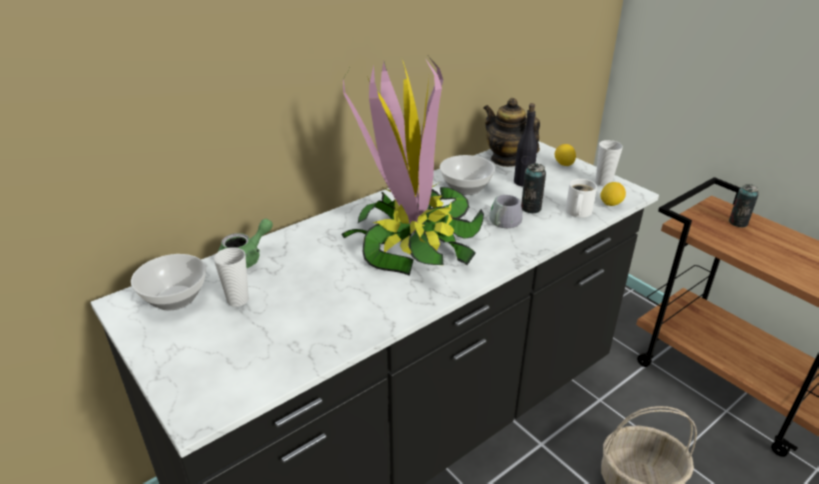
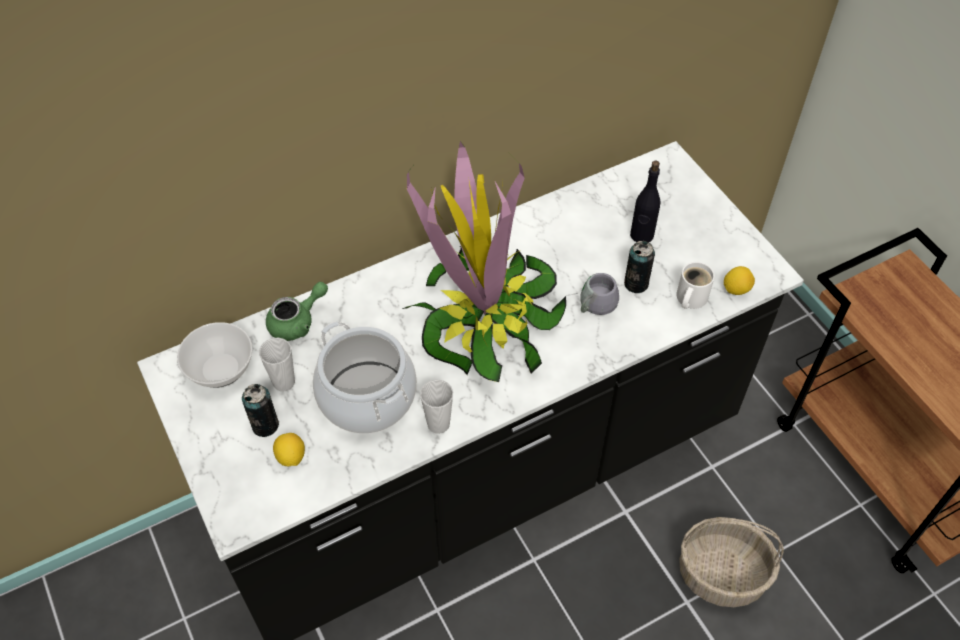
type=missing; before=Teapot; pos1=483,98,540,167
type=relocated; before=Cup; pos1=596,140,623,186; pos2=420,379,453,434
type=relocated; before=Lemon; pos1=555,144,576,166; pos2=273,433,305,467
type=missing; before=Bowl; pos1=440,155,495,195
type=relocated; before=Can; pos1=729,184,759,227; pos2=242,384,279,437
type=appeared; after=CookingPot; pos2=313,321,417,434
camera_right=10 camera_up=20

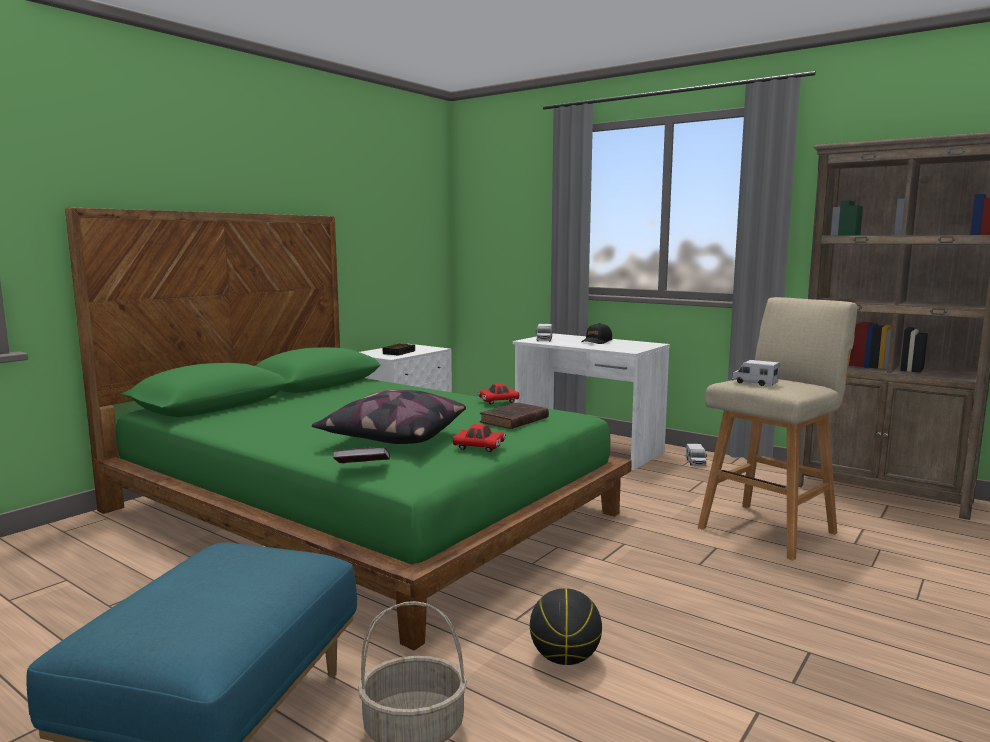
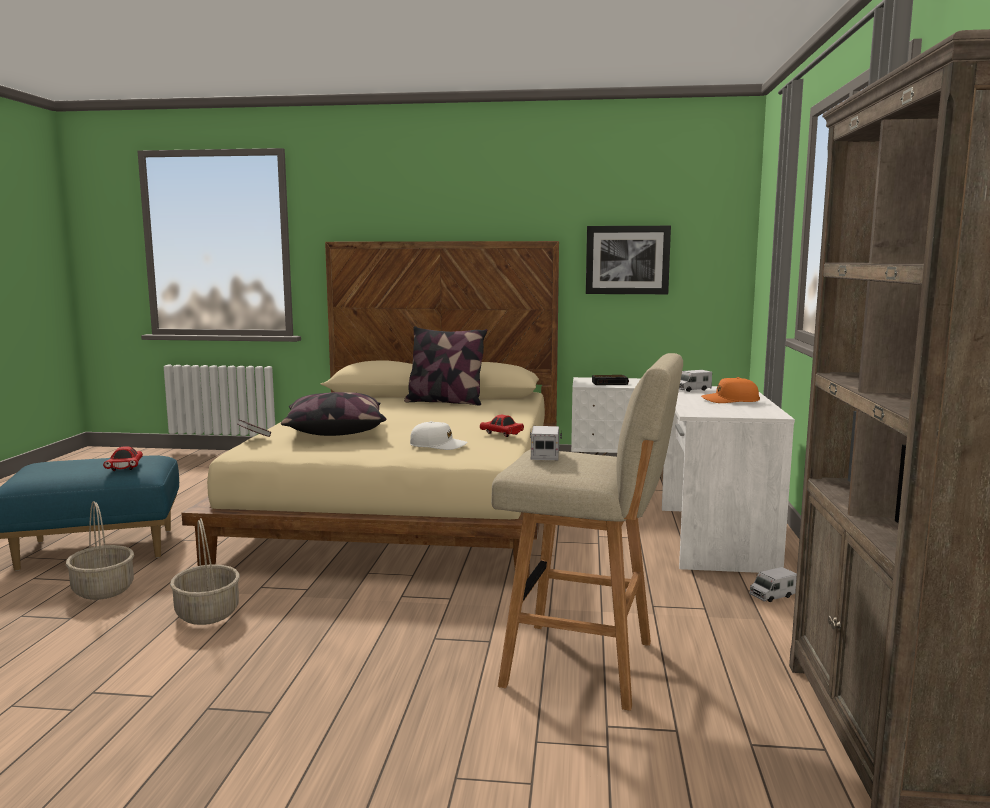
type=colour; before=GreenBed; after=BeigeBed; pos1=65,207,632,650; pos2=182,241,559,579
type=colour; before=BlackCap; after=OrangeCap; pos1=581,323,612,344; pos2=701,377,760,403
type=exchanged; before=BrownBook; after=WhiteCap; pos1=480,403,549,429; pos2=410,421,467,450
type=relocated; before=RedToyCar; pos1=453,424,506,452; pos2=103,446,143,471
type=exchanged; before=Basketball; after=Basket; pos1=530,588,602,665; pos2=170,518,240,625
type=appeared; after=Picture; pos2=586,226,671,294
type=appeared; after=Pillow; pos2=404,326,487,406
camera_right=60 camera_up=0

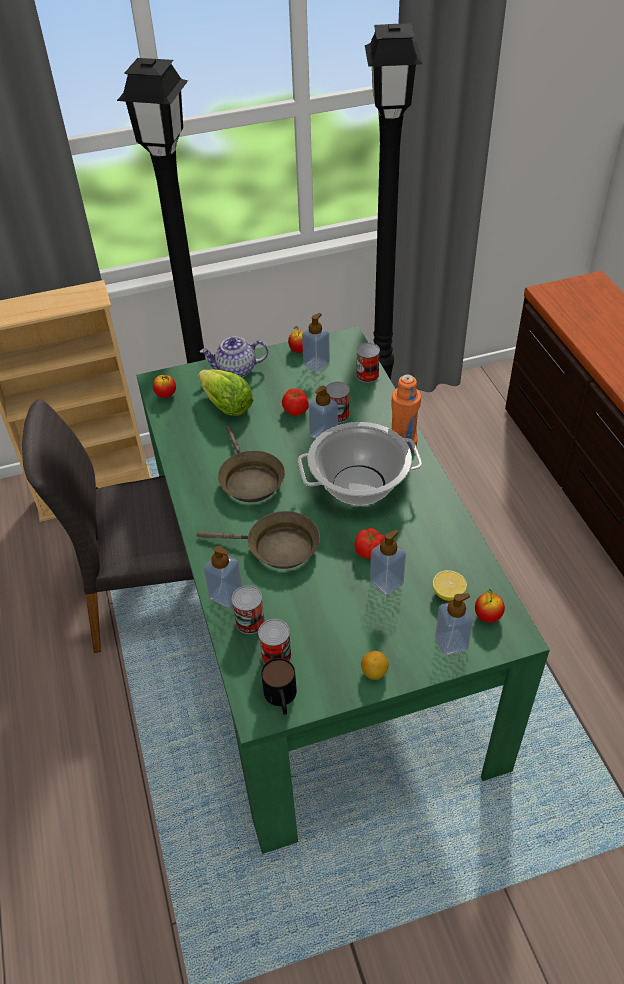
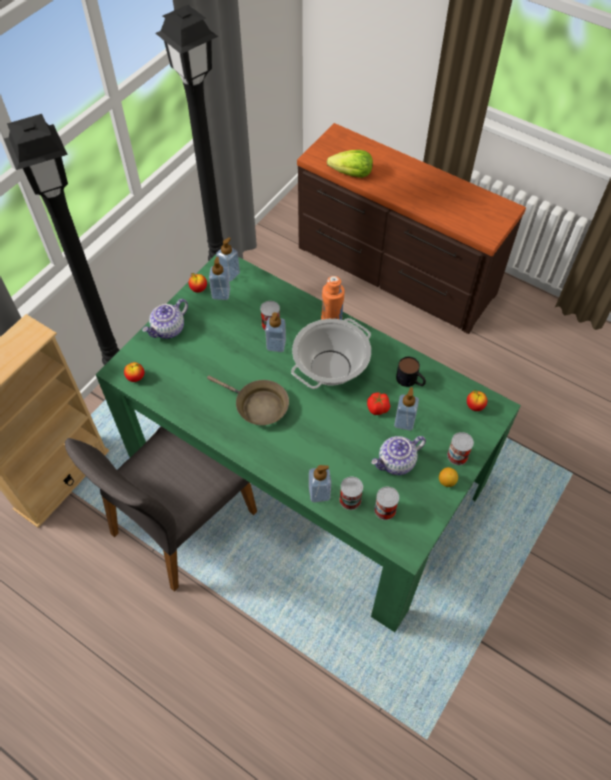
type=relocated; before=Can; pos1=356,343,380,383; pos2=447,432,474,465
type=relocated; before=Lettuce; pos1=198,369,253,416; pos2=327,150,373,178
type=missing; before=Tomato; pos1=282,388,309,416
type=missing; before=BrownFryingPan; pos1=196,511,320,569
type=missing; before=Lemon; pos1=433,570,467,601
type=relocated; before=SoapDispenser; pos1=435,593,473,656; pos2=216,237,240,282
type=relocated; before=Mug; pos1=261,658,297,715; pos2=396,357,426,387
type=appeared; after=Teapot; pos2=371,436,426,475
camera_right=-40 camera_up=10

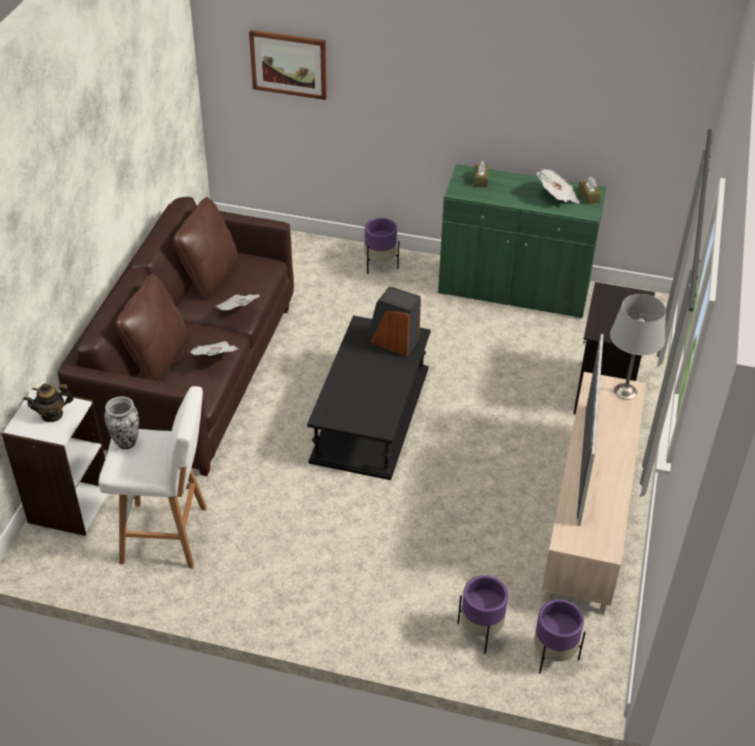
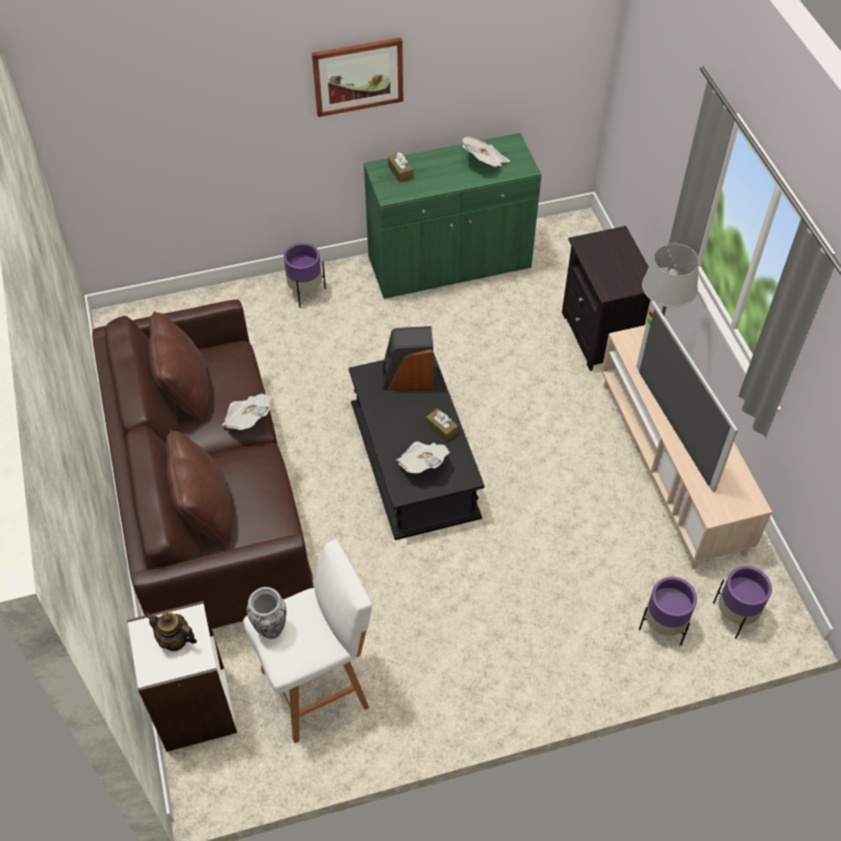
type=relocated; before=Picture; pos1=249,30,327,100; pos2=312,37,403,117
type=relocated; before=BrownTissueBox; pos1=578,177,601,204; pos2=426,408,458,442
type=relocated; before=Newspaper; pos1=190,341,239,356; pos2=396,441,450,473
type=spun; before=Teapot; pos1=23,383,74,422; pos2=145,612,197,651; turn=75
camera_right=-30 camera_up=10

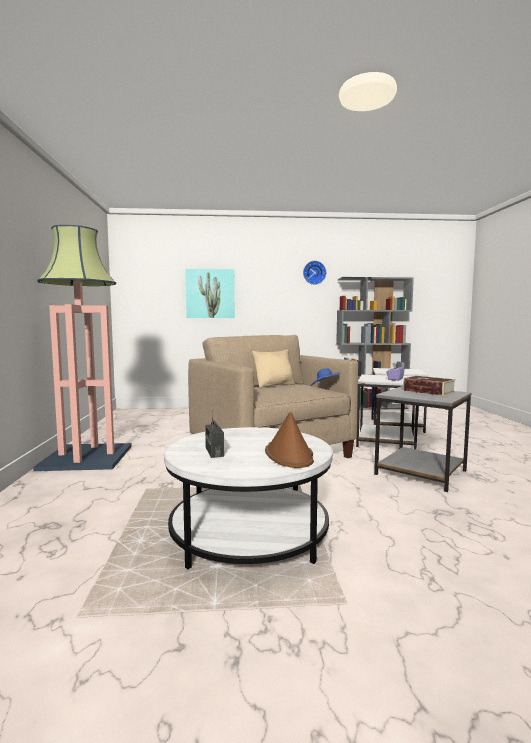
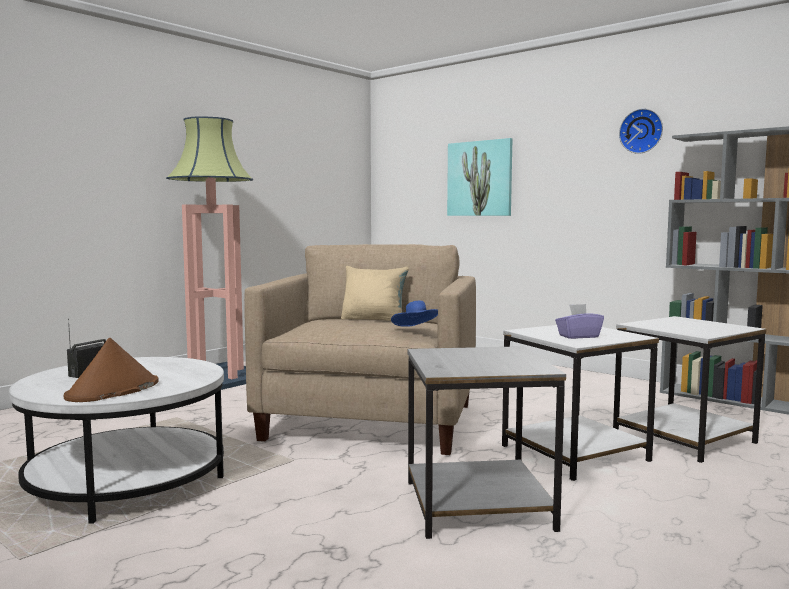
type=missing; before=Book; pos1=403,376,456,396
camera_right=45 camera_up=0

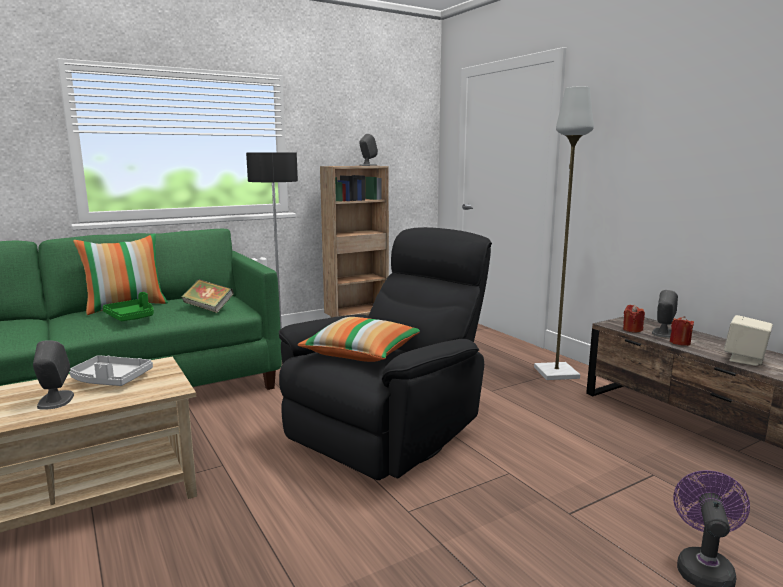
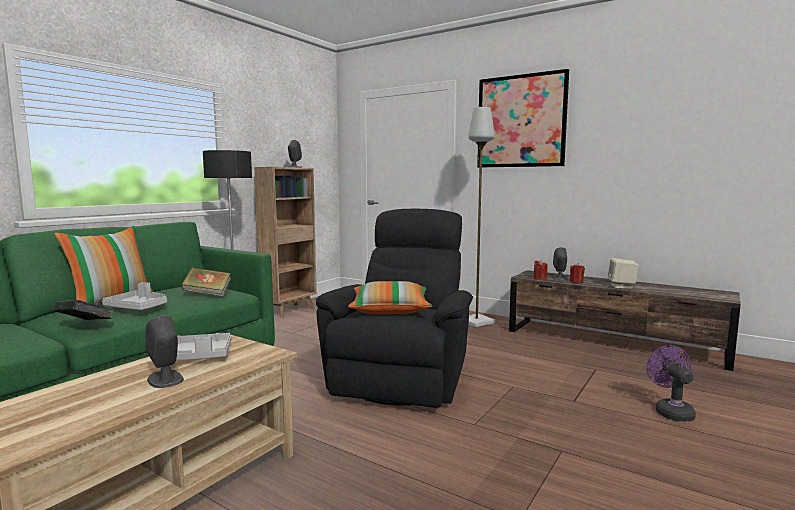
type=colour; before=GreenTray; after=GreyTray; pos1=102,292,154,321; pos2=102,282,167,310
type=appeared; after=Picture; pos2=477,69,569,167
type=appeared; after=Book; pos2=52,300,114,320
camera_right=-25 camera_up=-5

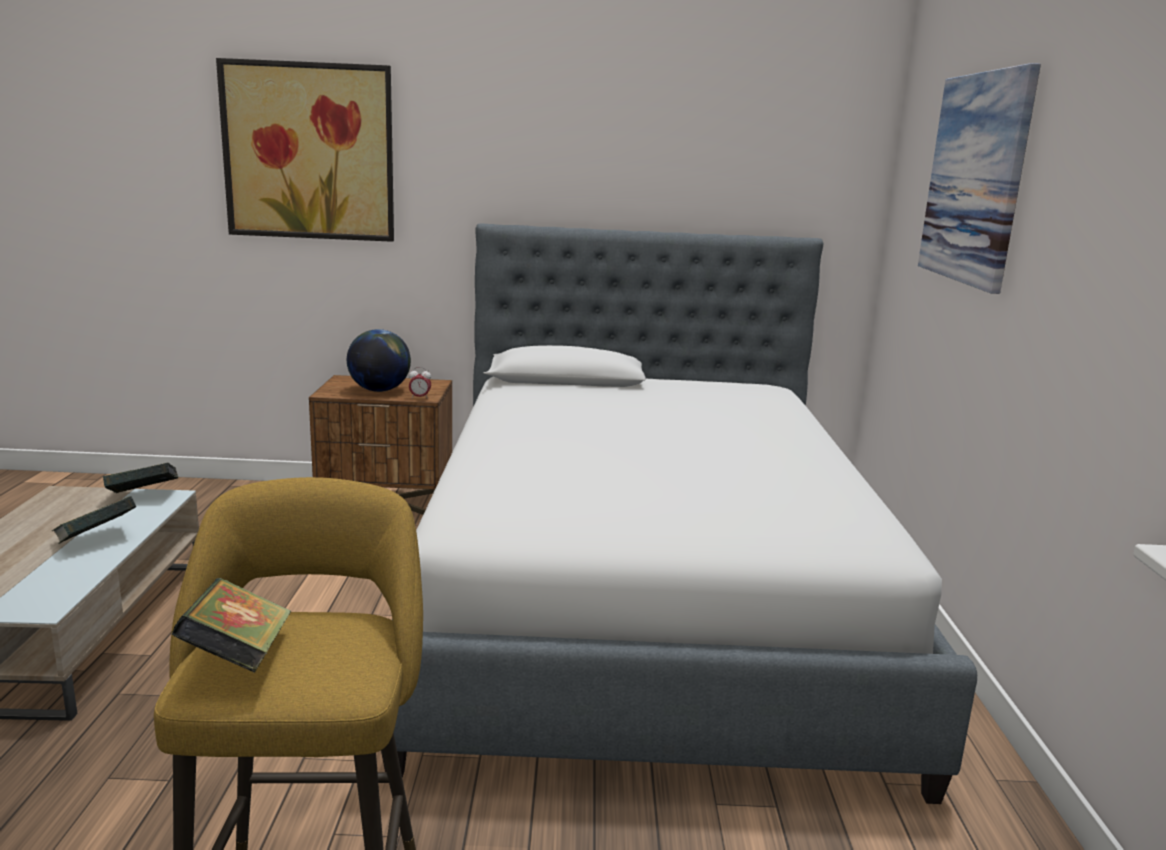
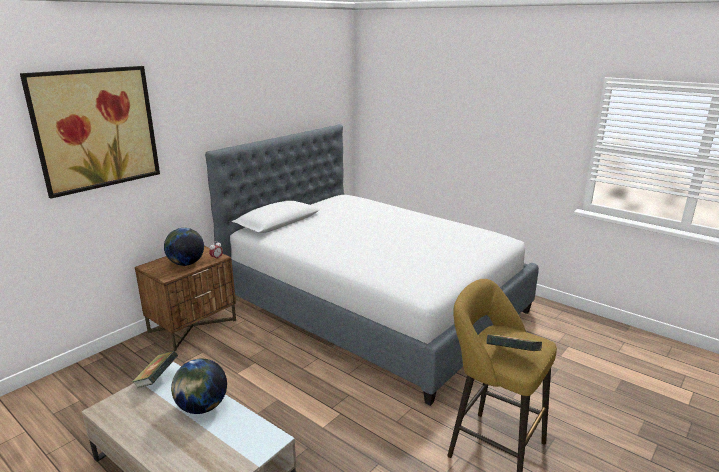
type=missing; before=Picture; pos1=918,63,1041,294
type=exchanged; before=Book; after=Globe; pos1=52,496,136,544; pos2=171,358,227,414
camera_right=-50 camera_up=5

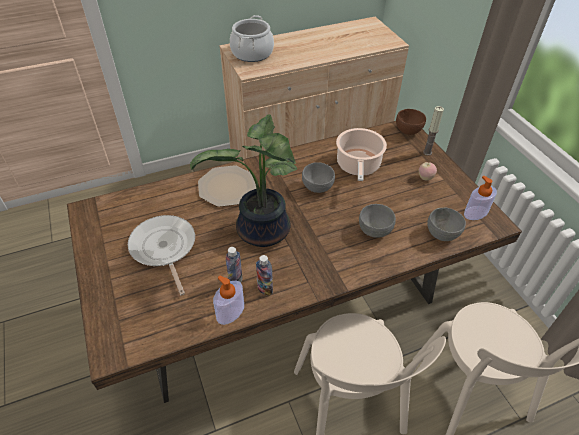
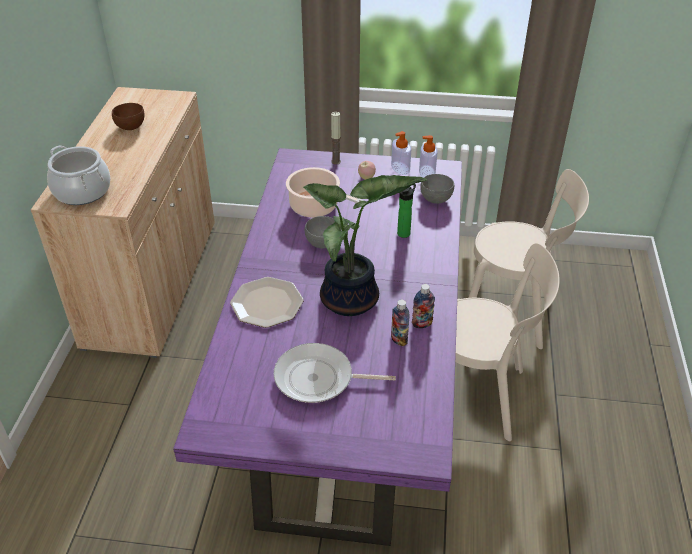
type=relocated; before=BrownBowl; pos1=396,109,426,135; pos2=112,103,144,130
type=colour; before=BrownDiningTable; after=PurpleDiningTable; pos1=67,121,522,403; pos2=173,148,462,546
type=exchanged; before=GreyBowl; after=Bottle; pos1=359,204,396,238; pos2=397,184,416,238
type=relocated; before=SoapDispenser; pos1=213,276,244,325; pos2=391,131,411,175
camera_right=-60 camera_up=-5

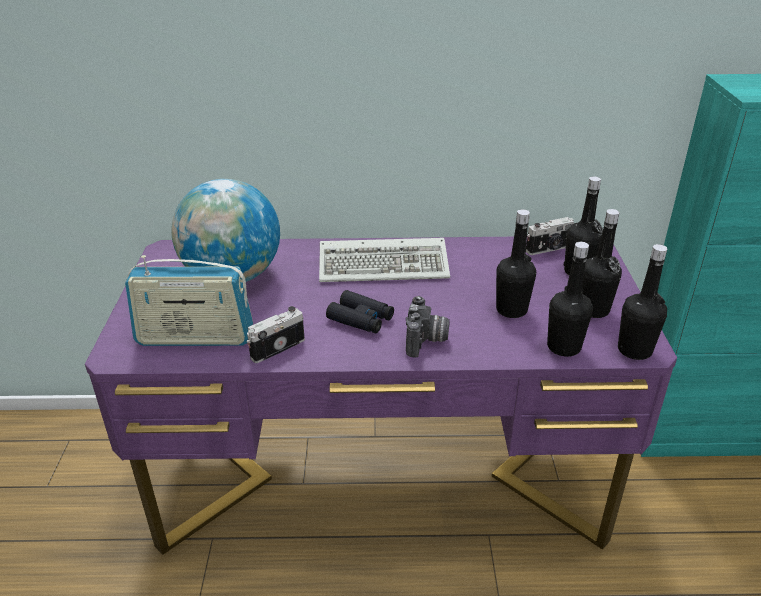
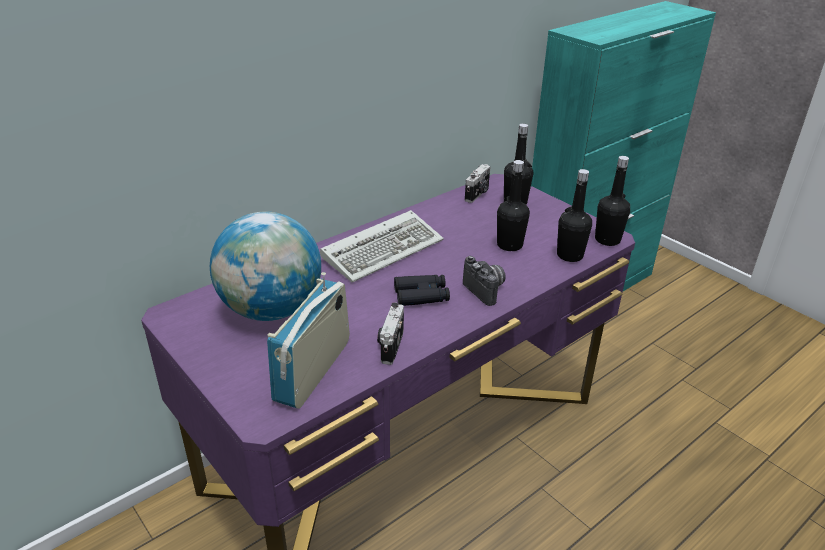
type=missing; before=BlackBottle; pos1=582,209,622,318
type=spun; before=Radio; pos1=125,255,253,346; pos2=267,272,350,409; turn=150
camera_right=-40 camera_up=0

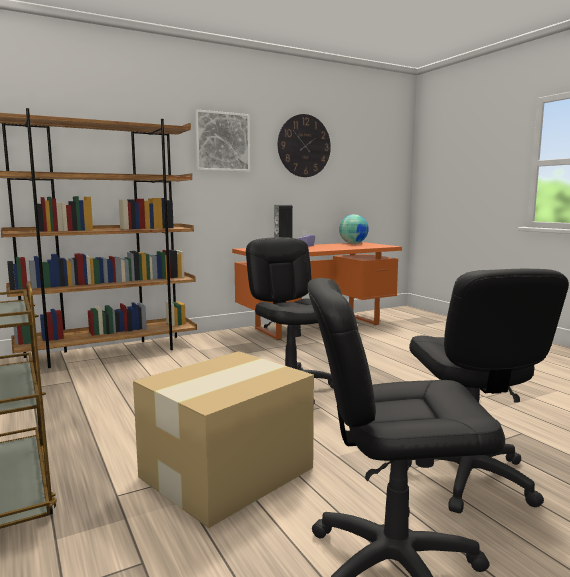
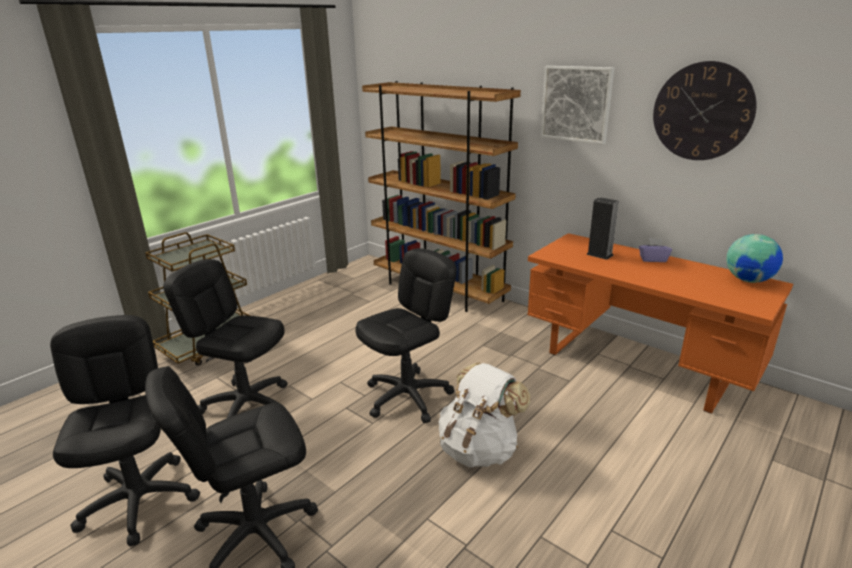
type=exchanged; before=CardboardBox; after=BlackOfficeChair; pos1=133,351,314,528; pos2=163,259,288,418
type=appeared; after=WhiteBackpack; pos2=439,362,530,467
camera_right=70 camera_up=15

